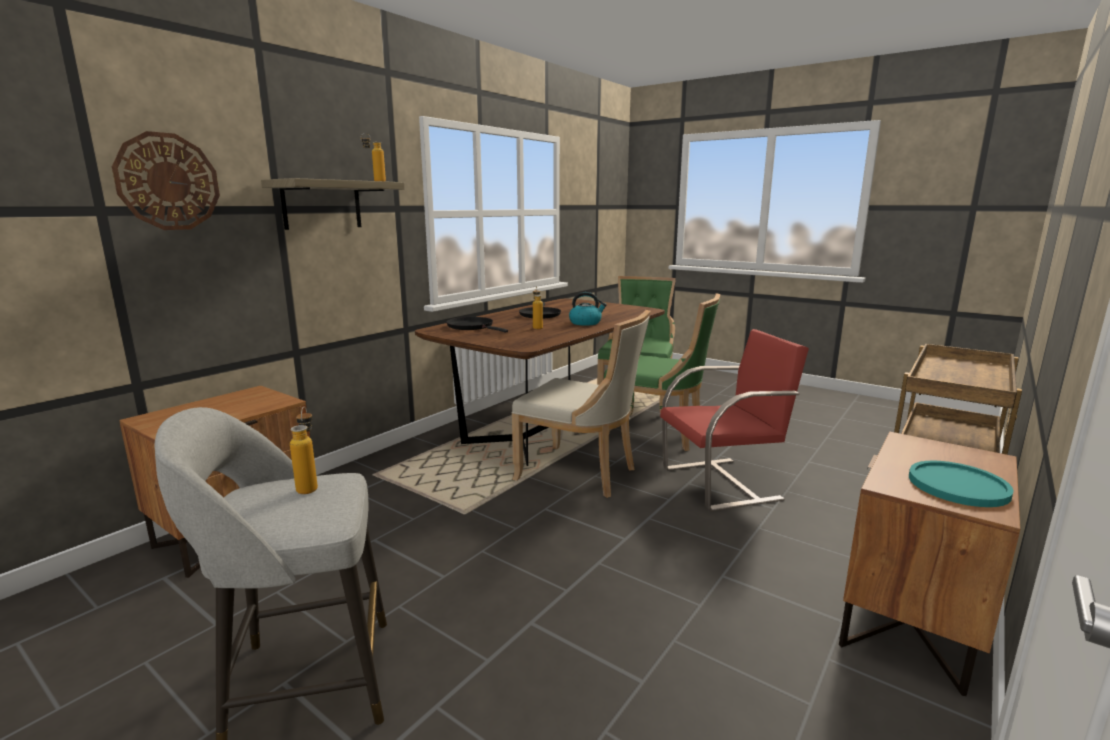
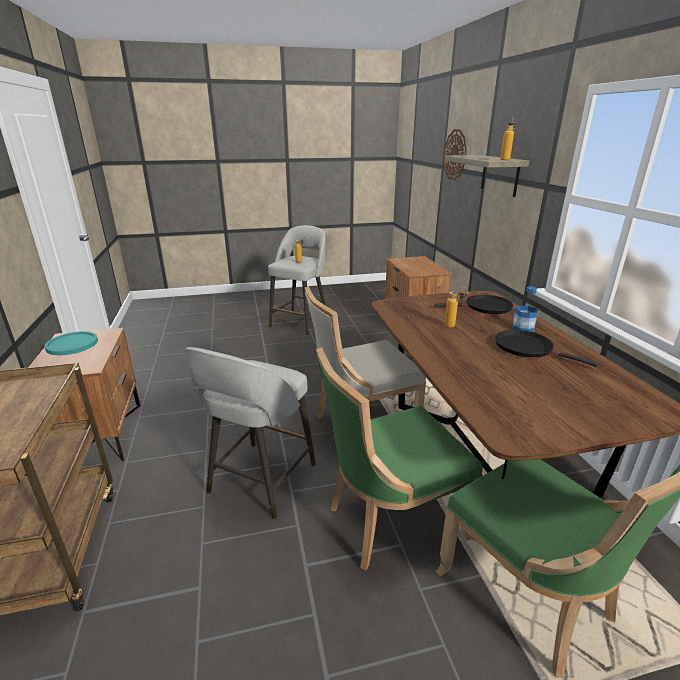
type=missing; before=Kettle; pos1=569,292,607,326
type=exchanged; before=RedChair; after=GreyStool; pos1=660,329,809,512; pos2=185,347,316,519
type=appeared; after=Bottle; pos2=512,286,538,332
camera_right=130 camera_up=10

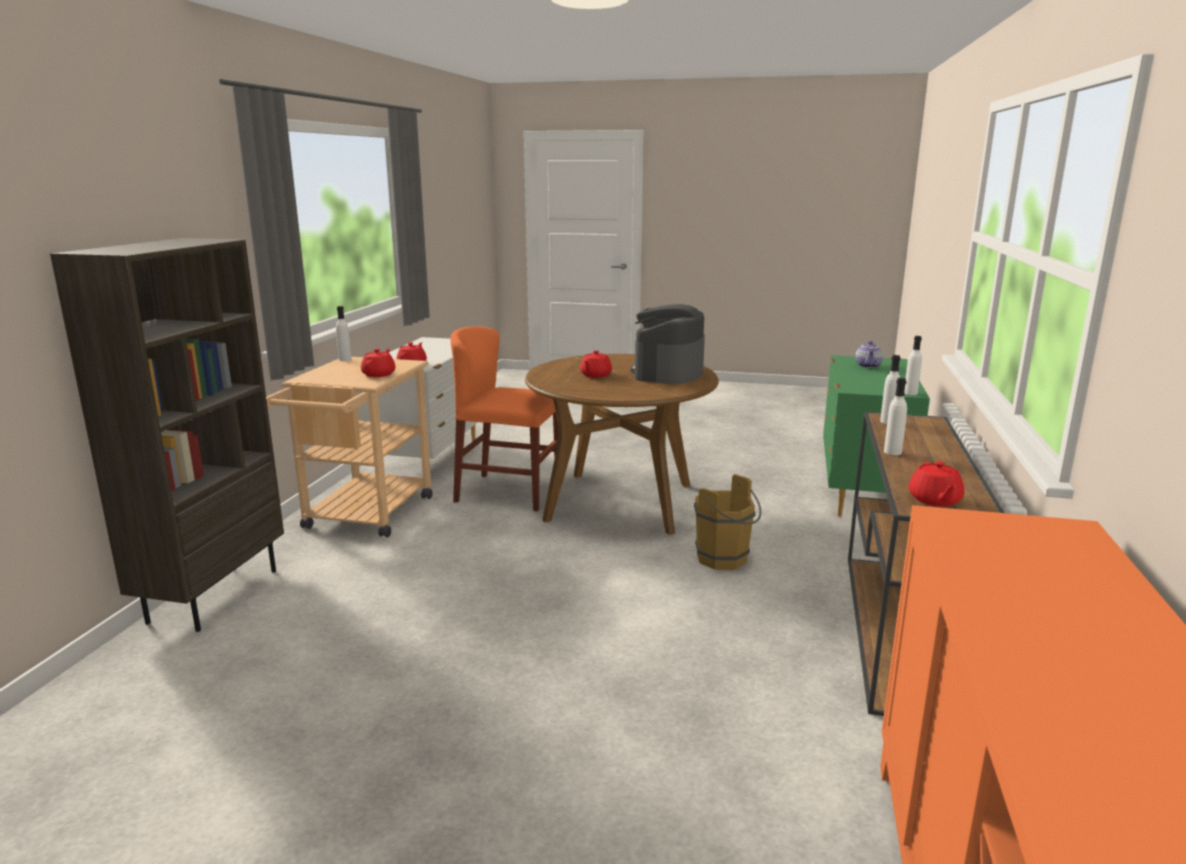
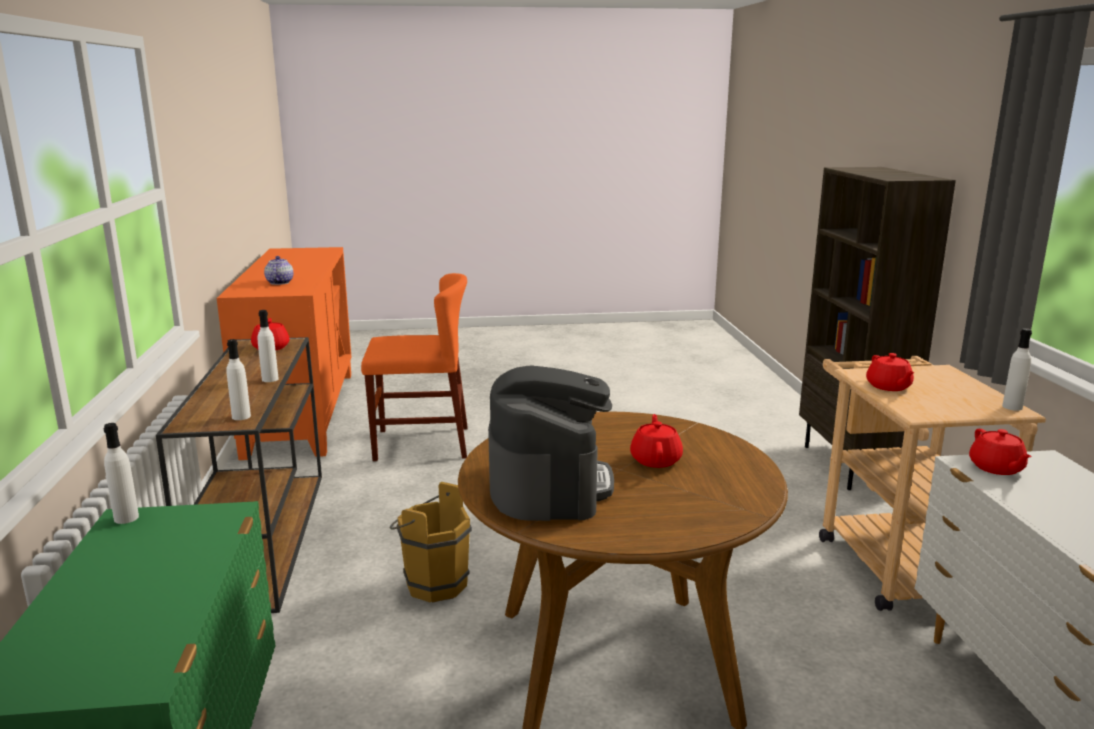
type=relocated; before=OrangeChair; pos1=451,326,558,512; pos2=361,273,468,461
type=relocated; before=Teapot; pos1=855,341,883,368; pos2=264,256,293,285
camera_right=160 camera_up=0

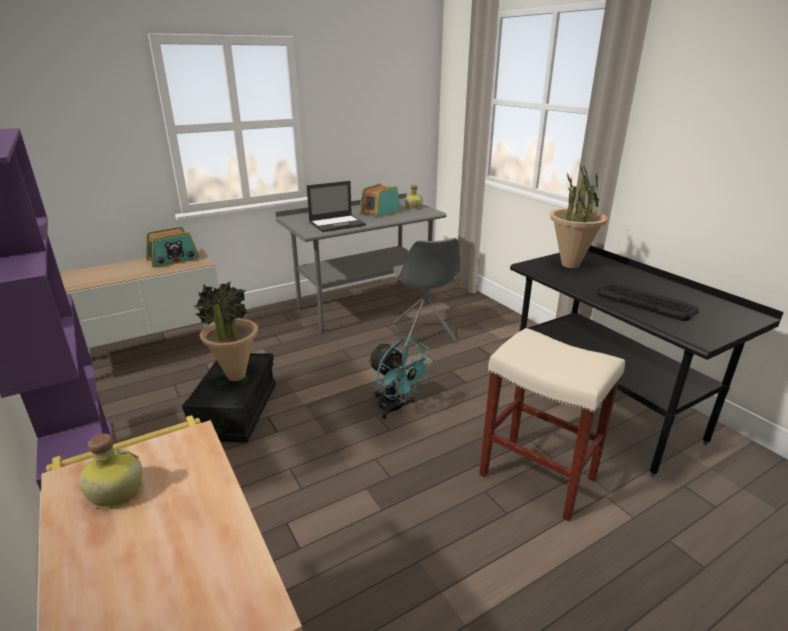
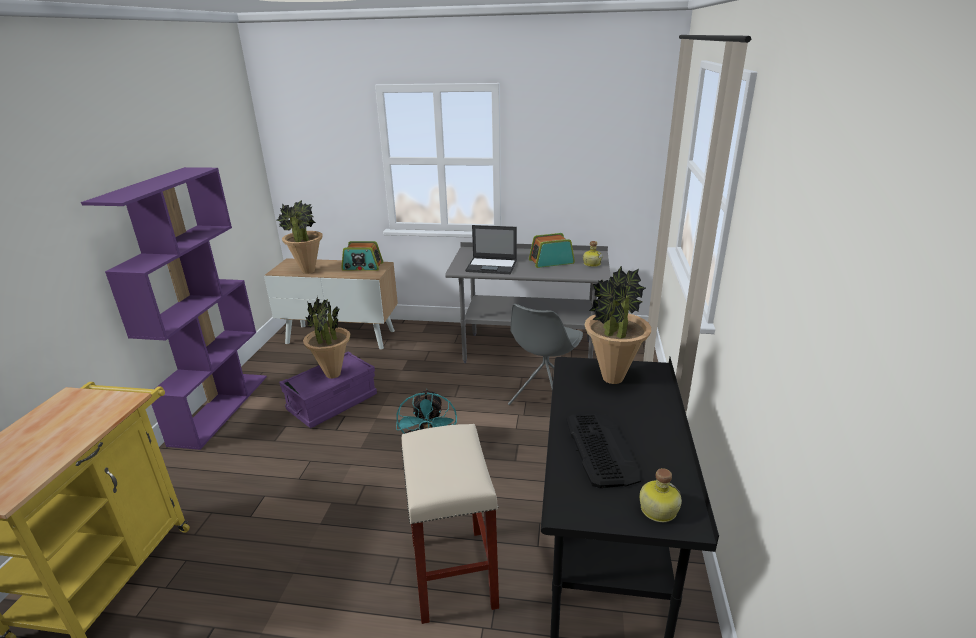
type=colour; before=BlackStorageBox; after=PurpleStorageBox; pos1=182,353,276,443; pos2=279,352,377,428
type=relocated; before=Bottle; pos1=79,433,142,509; pos2=640,468,682,522
type=appeared; after=PottedPlant; pos2=277,200,323,274
camera_right=40 camera_up=0

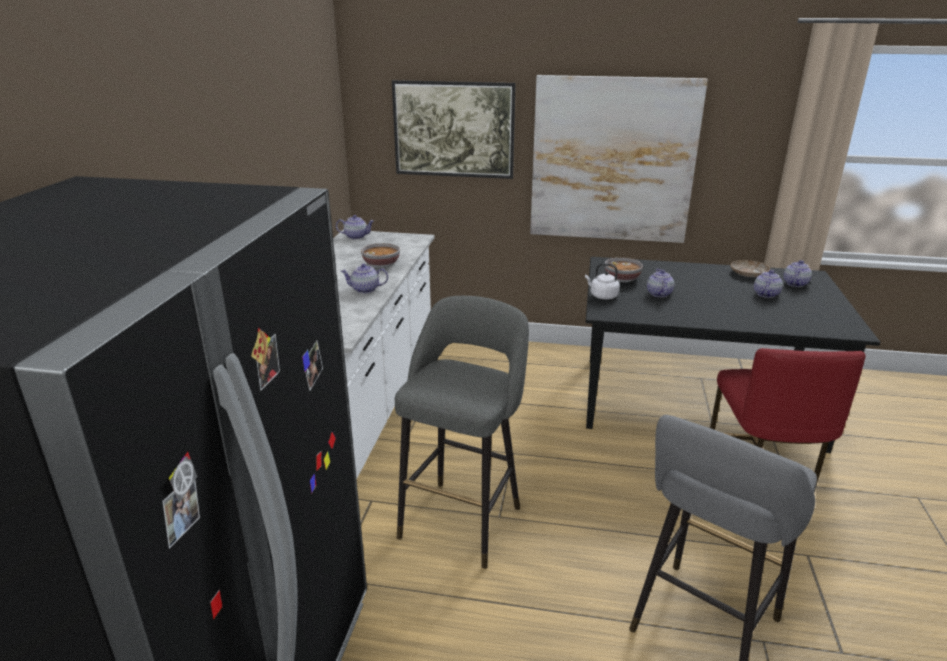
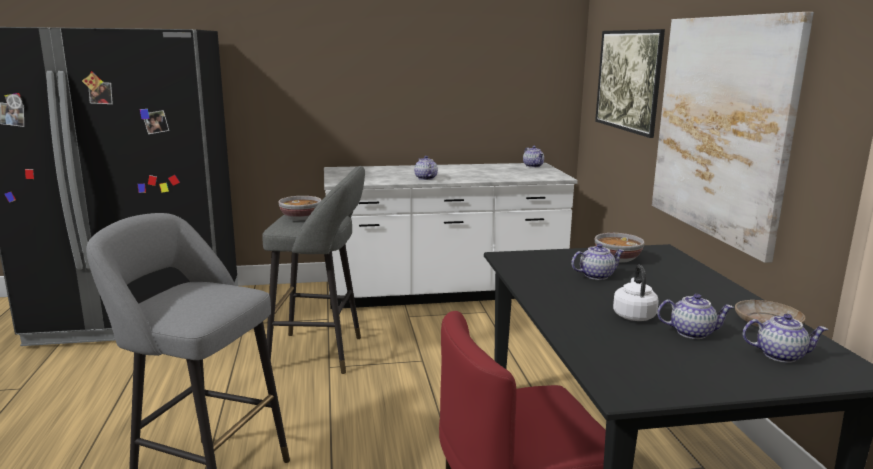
type=relocated; before=Bowl; pos1=361,243,400,268; pos2=278,196,322,220
type=relocated; before=WhiteKettle; pos1=585,263,620,299; pos2=613,265,659,321
camera_right=70 camera_up=-10

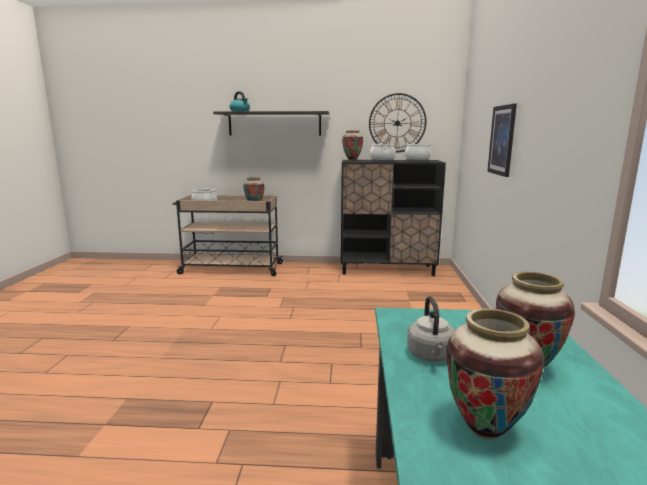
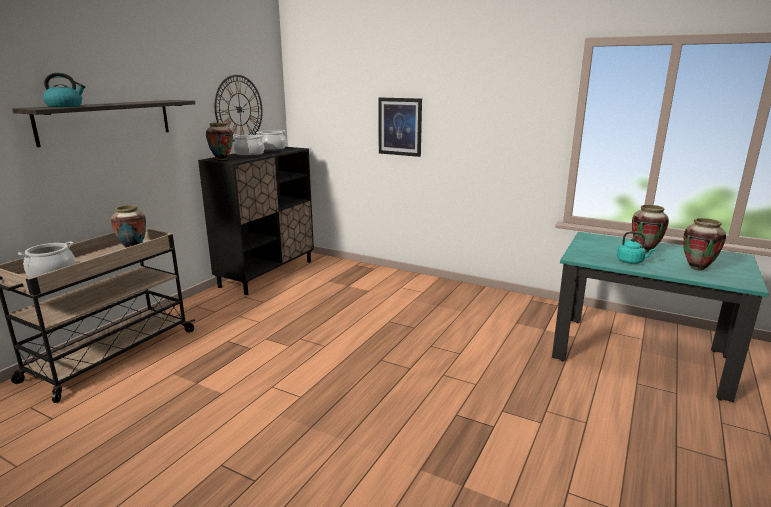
type=colour; before=GreyKettle; after=TurquoiseKettle; pos1=407,296,455,362; pos2=617,231,655,264
camera_right=-65 camera_up=5

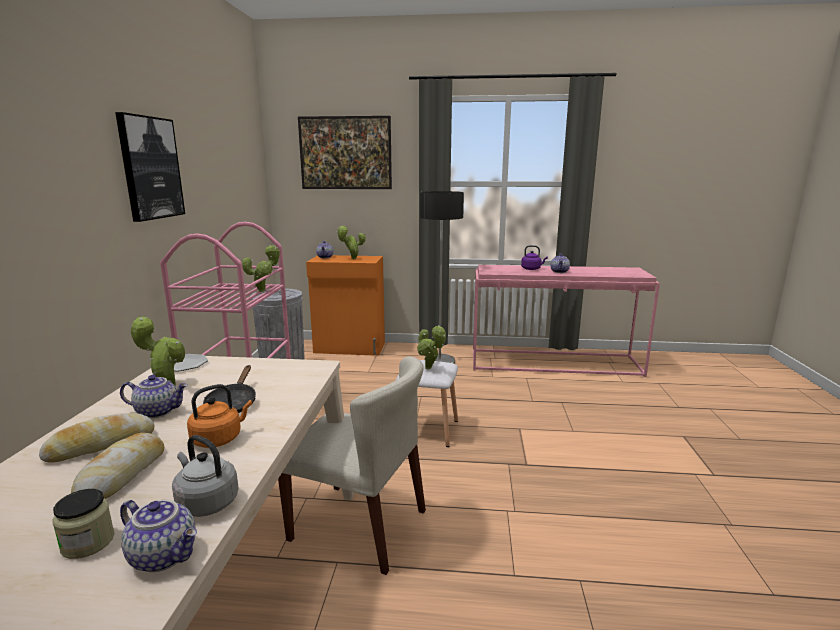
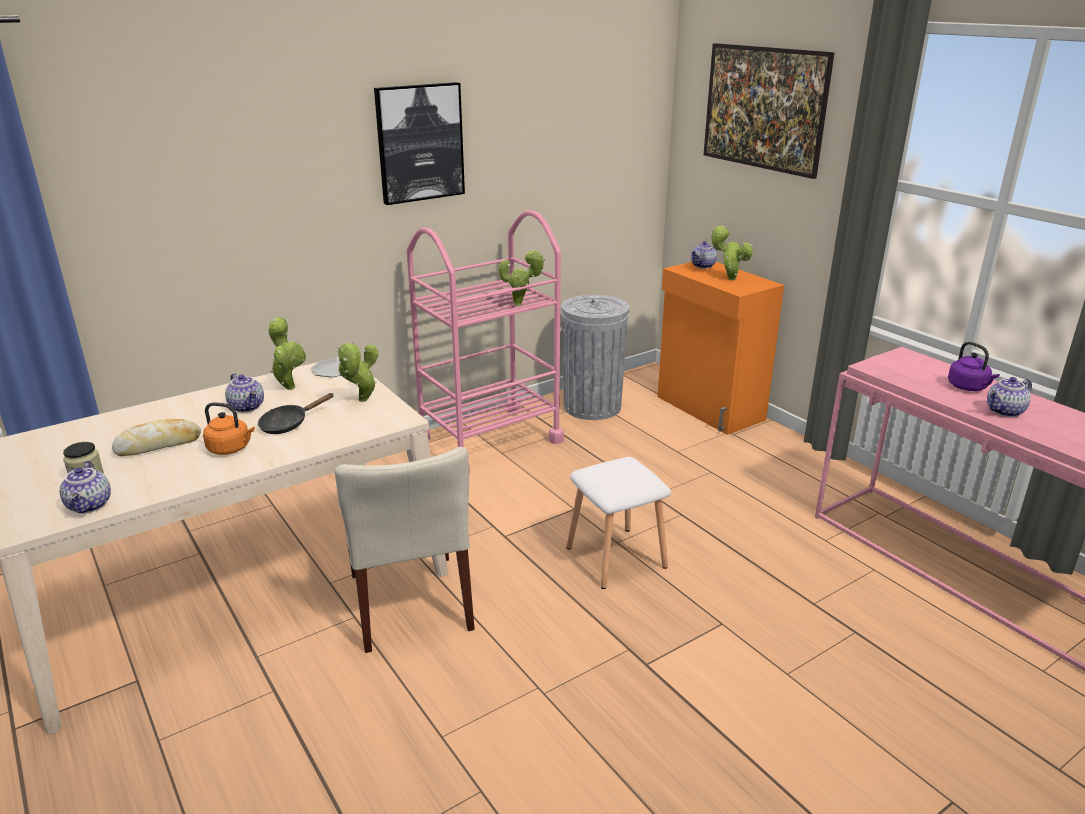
type=missing; before=FloorLamp; pos1=420,191,464,364
type=relocated; before=PottedPlant; pos1=417,325,446,369; pos2=338,342,379,402
type=missing; before=Bread; pos1=39,413,154,463
type=missing; before=GreyKettle; pos1=172,435,239,517
camera_right=50 camera_up=10

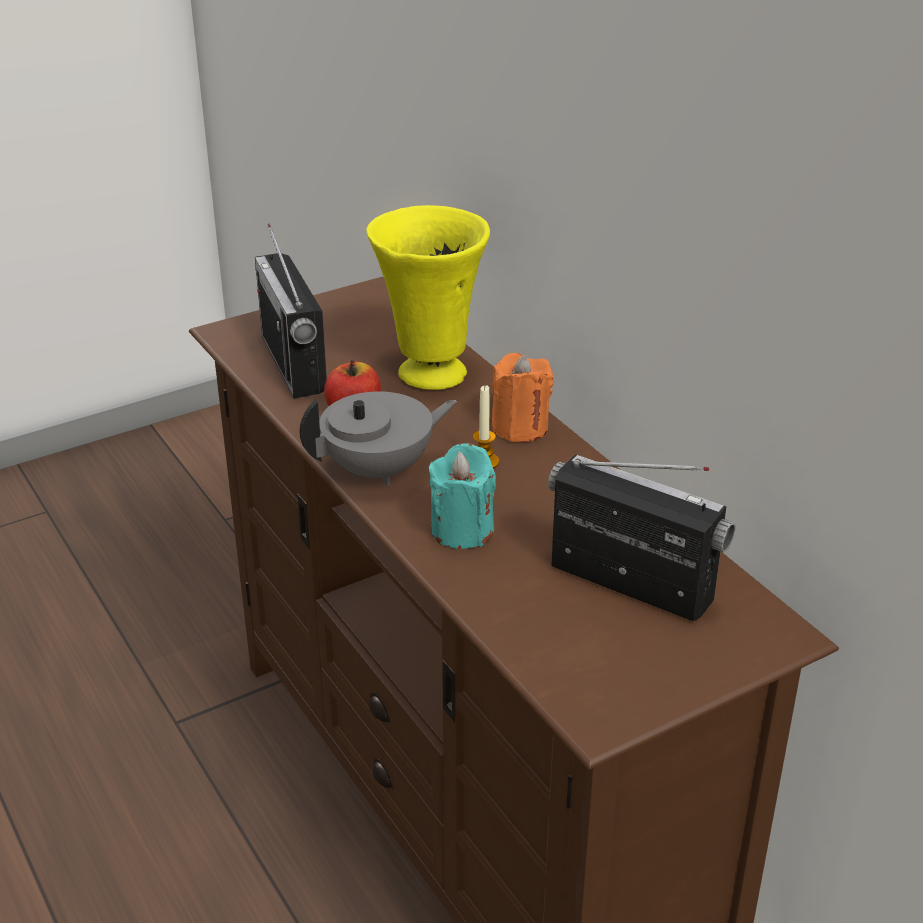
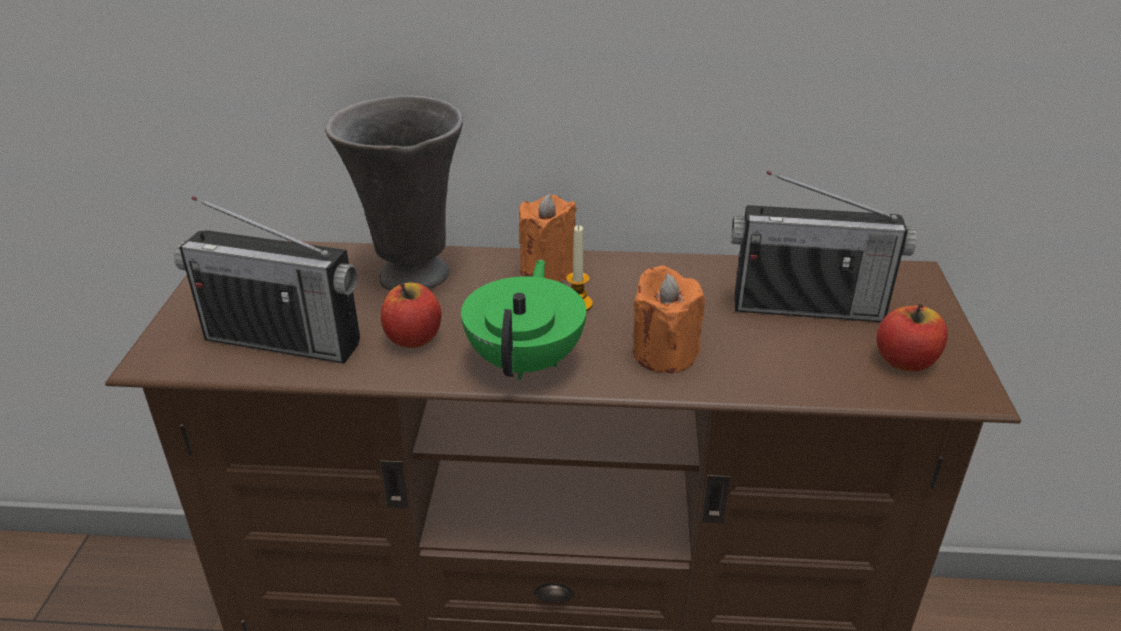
type=colour; before=YellowVase; after=GreyVase; pos1=367,205,490,390; pos2=325,95,463,291
type=colour; before=GreyTeapot; after=GreenTeapot; pos1=300,391,457,486; pos2=461,260,586,380
type=colour; before=TurquoiseCandle; after=OrangeCandle; pos1=429,443,496,549; pos2=633,265,705,373
type=spun; before=Radio; pos1=548,454,735,621; pos2=731,171,917,322; turn=-150
type=appeared; after=Apple; pos2=877,304,948,371
camera_right=-55 camera_up=0

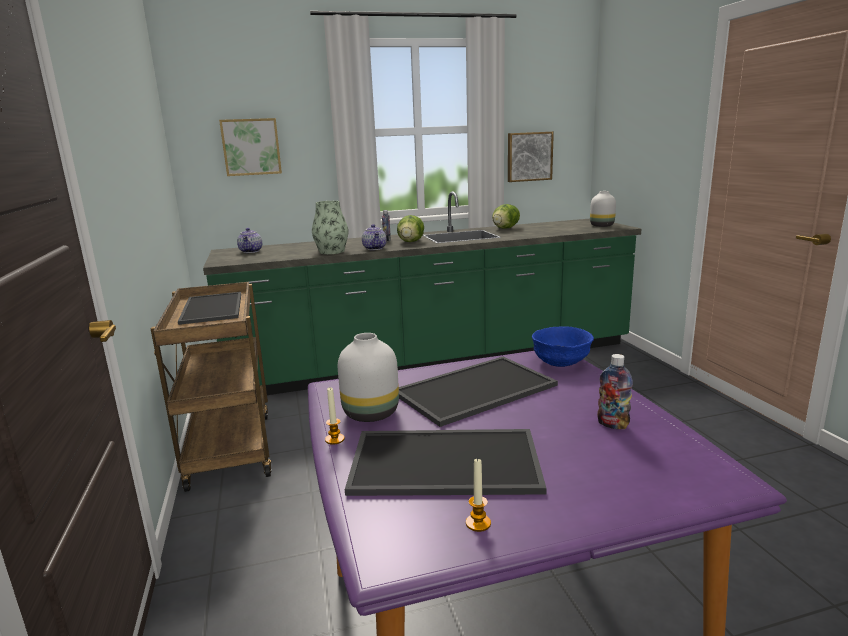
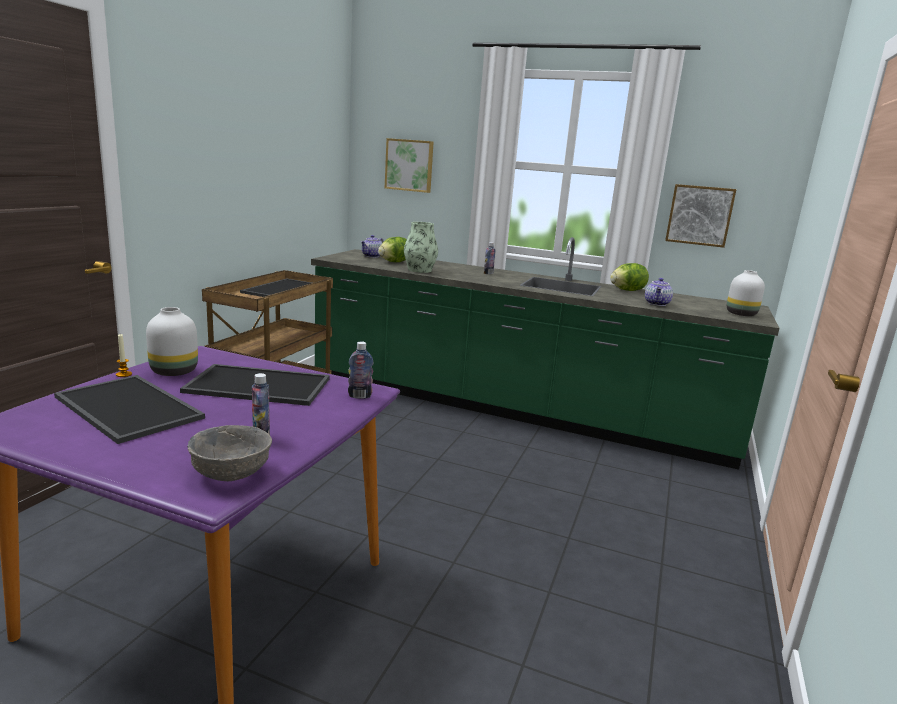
type=relocated; before=Lettuce; pos1=397,215,424,242; pos2=378,237,407,262
type=relocated; before=Teapot; pos1=362,224,387,250; pos2=645,278,673,306
type=exchanged; before=BlueBowl; after=Bottle; pos1=532,326,594,367; pos2=348,342,374,399
type=missing; before=Candle; pos1=466,457,491,532
type=appeared; after=GreyBowl; pos2=187,425,272,481
camera_right=35 camera_up=0

